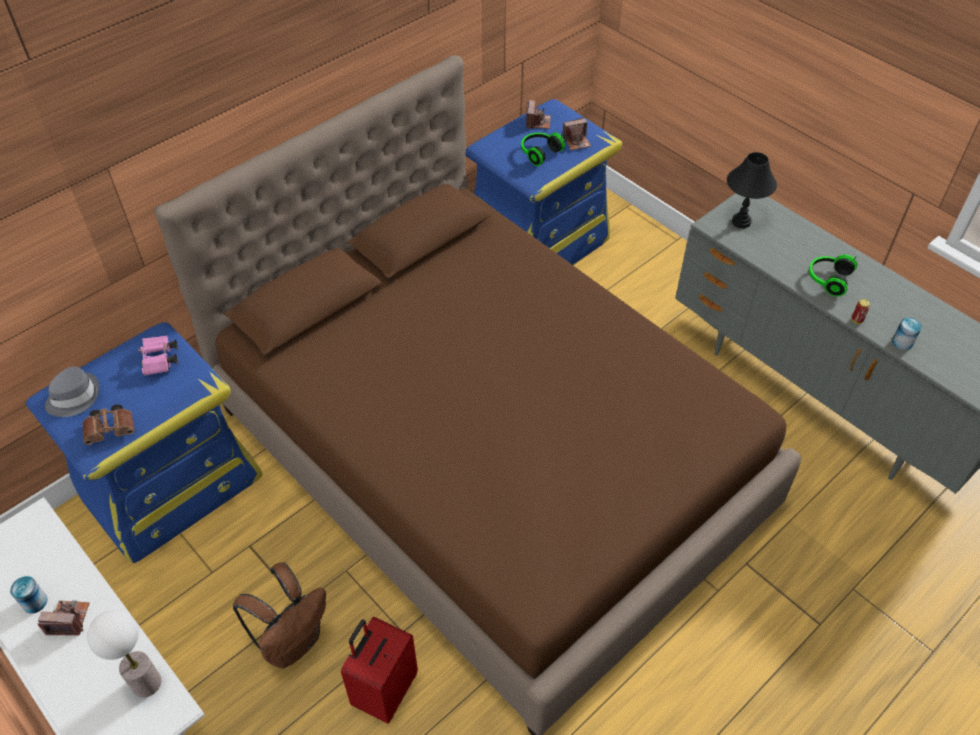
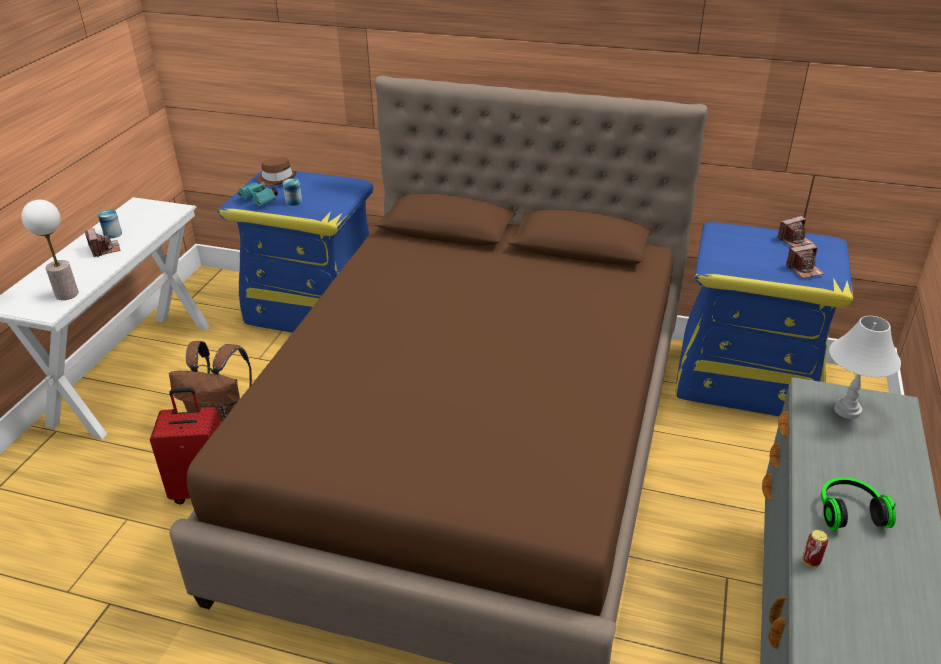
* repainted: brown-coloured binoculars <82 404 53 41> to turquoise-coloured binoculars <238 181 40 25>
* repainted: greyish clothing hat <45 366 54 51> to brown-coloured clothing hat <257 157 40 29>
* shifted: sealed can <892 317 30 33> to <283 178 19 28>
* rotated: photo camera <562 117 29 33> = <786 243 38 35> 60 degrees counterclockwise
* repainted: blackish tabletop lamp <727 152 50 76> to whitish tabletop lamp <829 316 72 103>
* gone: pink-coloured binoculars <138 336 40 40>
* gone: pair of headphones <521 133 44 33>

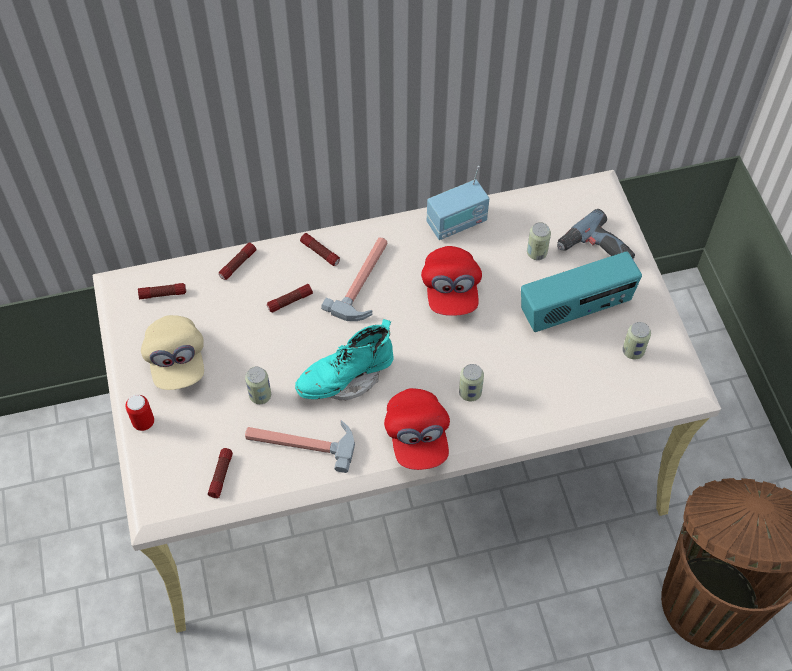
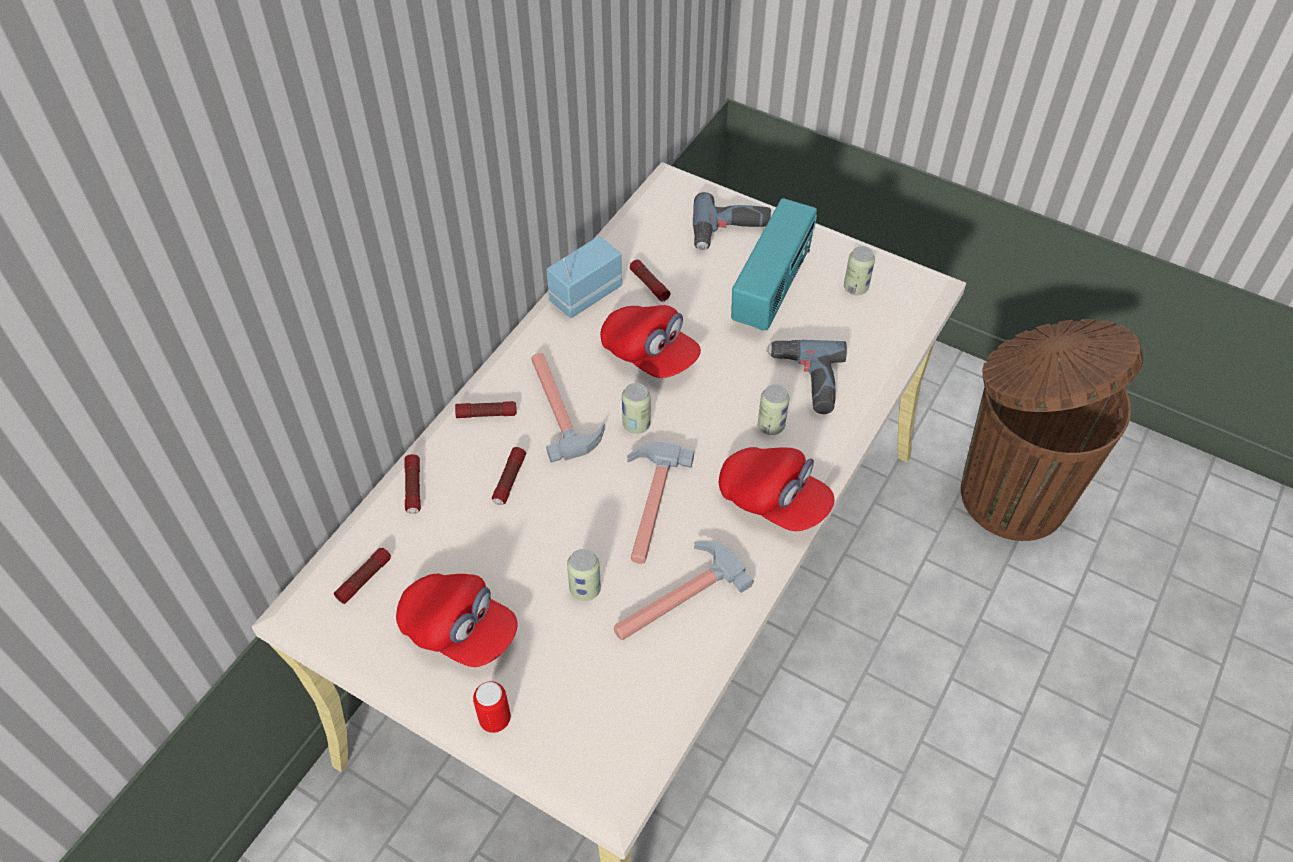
* repainted: sand-coloured cap <141 315 63 75> to red-coloured cap <396 574 121 93>
* rotated: radio <427 166 62 74> = <546 236 76 82> 150 degrees counterclockwise
* shifted: sealed can <527 222 24 38> to <622 383 29 51>
* swapped: turquoise-coloured high-top boot <295 319 98 81> to tool hammer <627 442 67 122>
* shifted: hand torch <208 448 25 50> to <630 260 41 42>
* new: power drill <766 340 81 74>

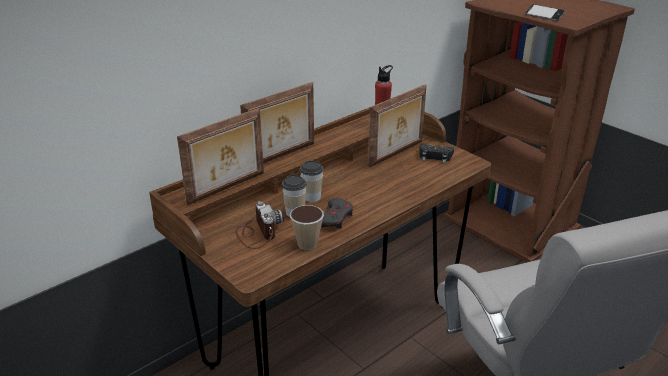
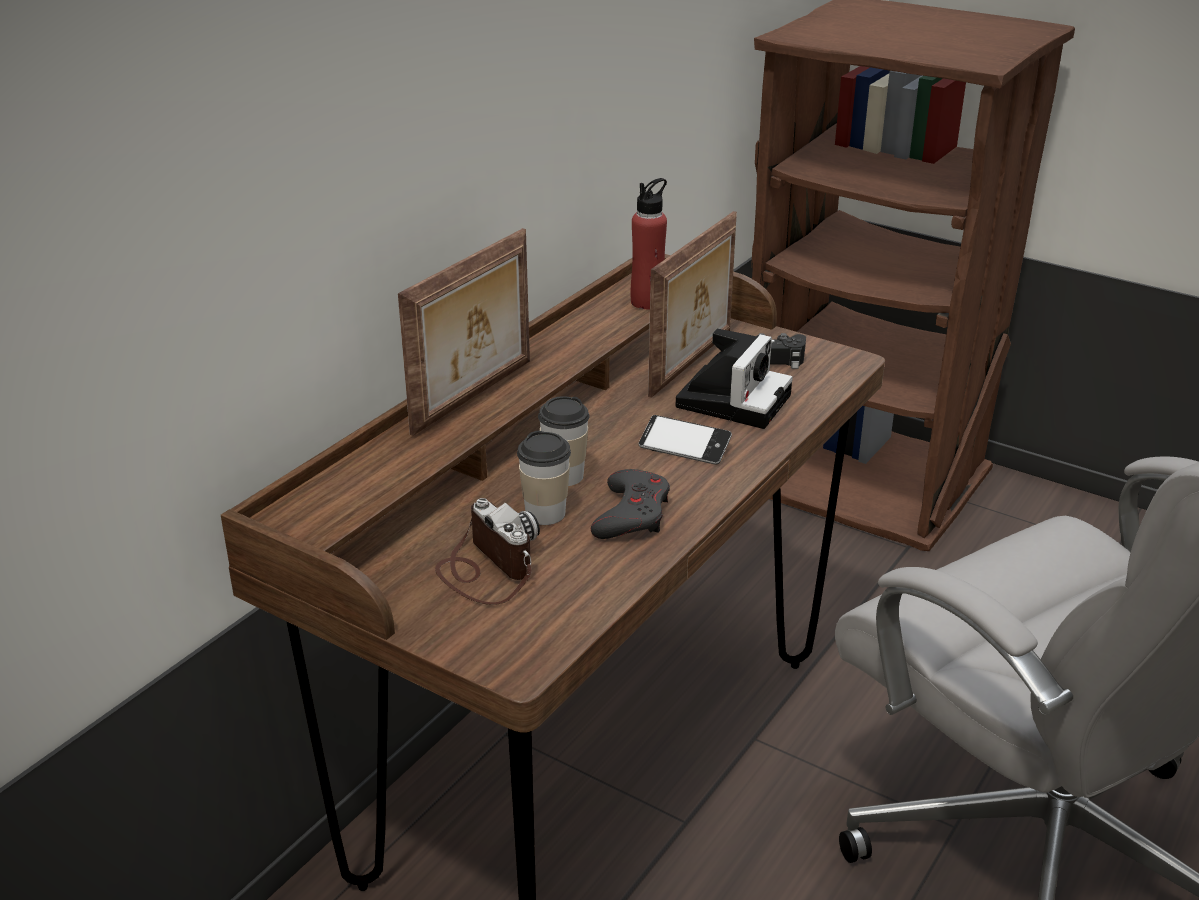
* shifted: handset <525 4 40 17> to <639 415 93 50>
* new: photo camera <676 329 117 100>
* gone: photo frame <177 108 87 97>
* gone: small cup <290 205 34 45>

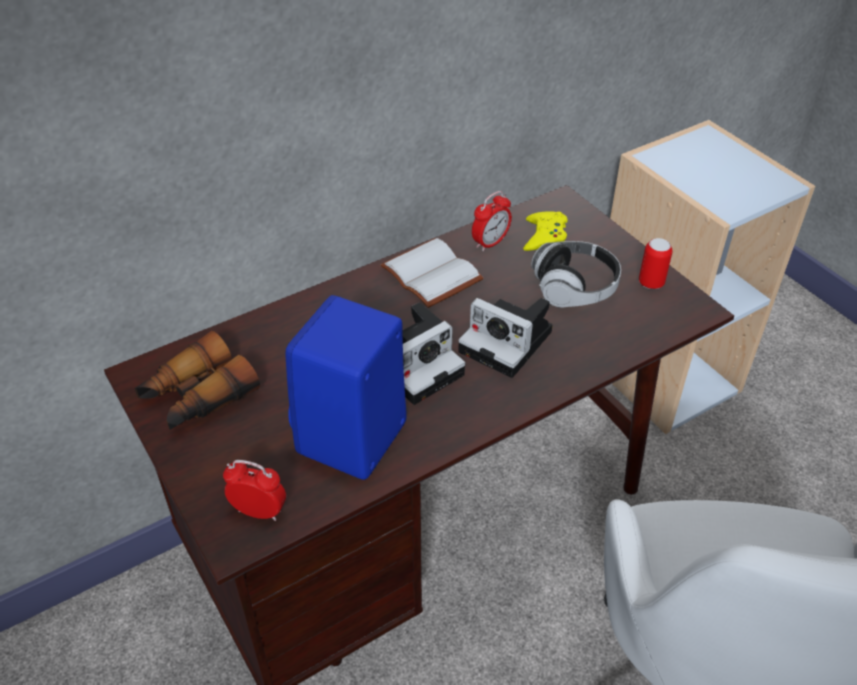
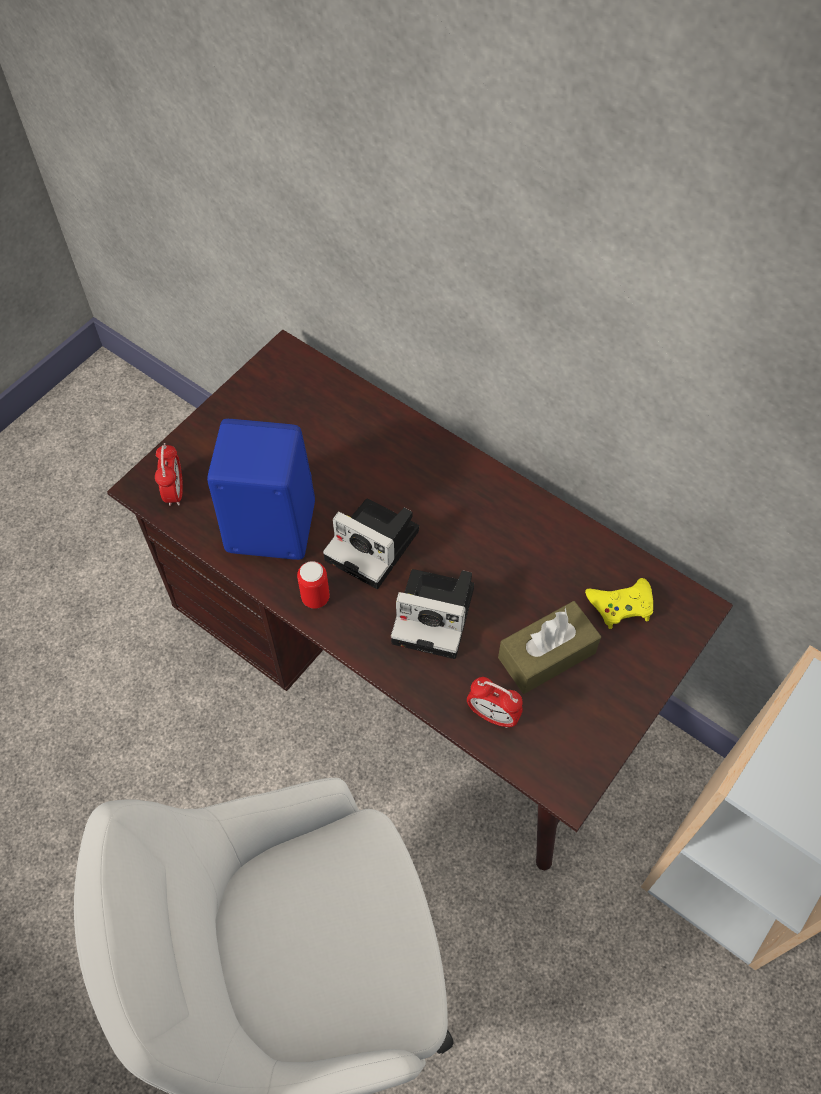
* shifted: sealed can <639 238 34 51> to <297 561 33 48>
* rotated: photo camera <458 298 95 80> = <391 569 83 90> 90 degrees counterclockwise
* shifted: table clock <472 191 40 61> to <467 677 56 51>
* swapped: pair of headphones <531 241 90 67> to brown-coloured box of tissues <498 601 103 93>
* gone: binoculars <134 331 126 99>
* gone: whitish book <380 238 104 70>

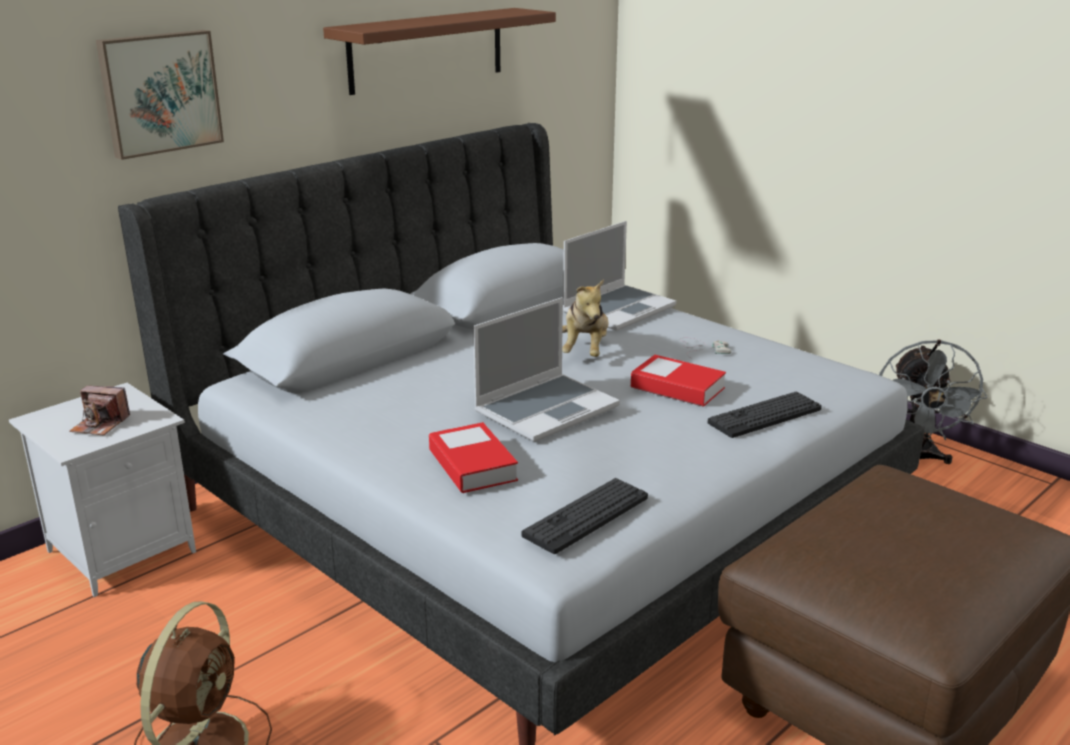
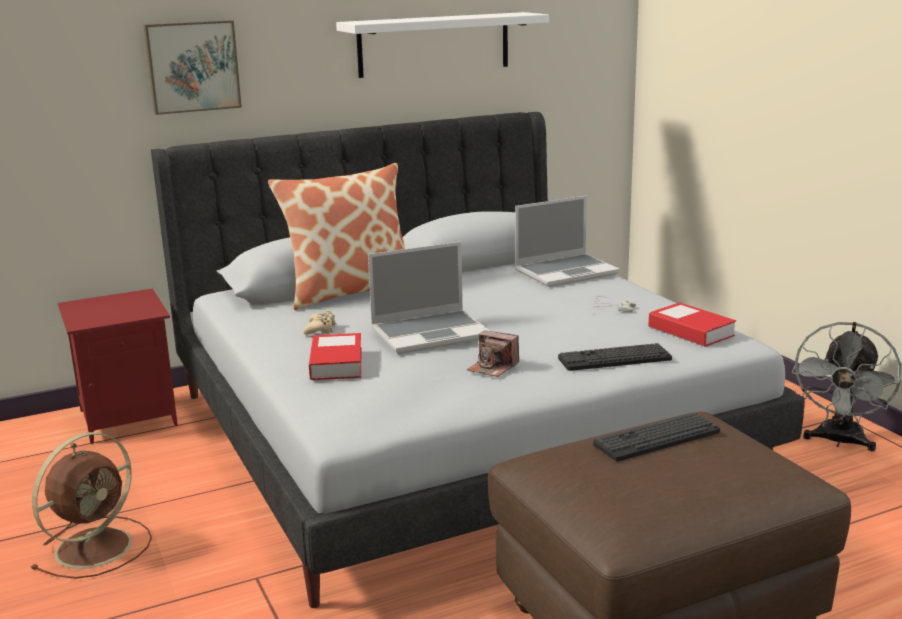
* repainted: greyish night table <9 383 187 214> to red-coloured night table <58 289 120 155>
* new: pillow <268 163 137 147>
* new: sand-coloured game controller <303 310 33 25>
* repainted: brown-coloured wall shelf <323 8 233 87> to whitish wall shelf <336 12 213 66>
* shifted: photo camera <70 386 60 49> to <467 330 52 47>
* shifted: PC keyboard <522 478 126 76> to <593 412 127 49>
* shifted: book <631 355 95 52> to <648 302 88 45>
* gone: plush toy <562 279 47 78>

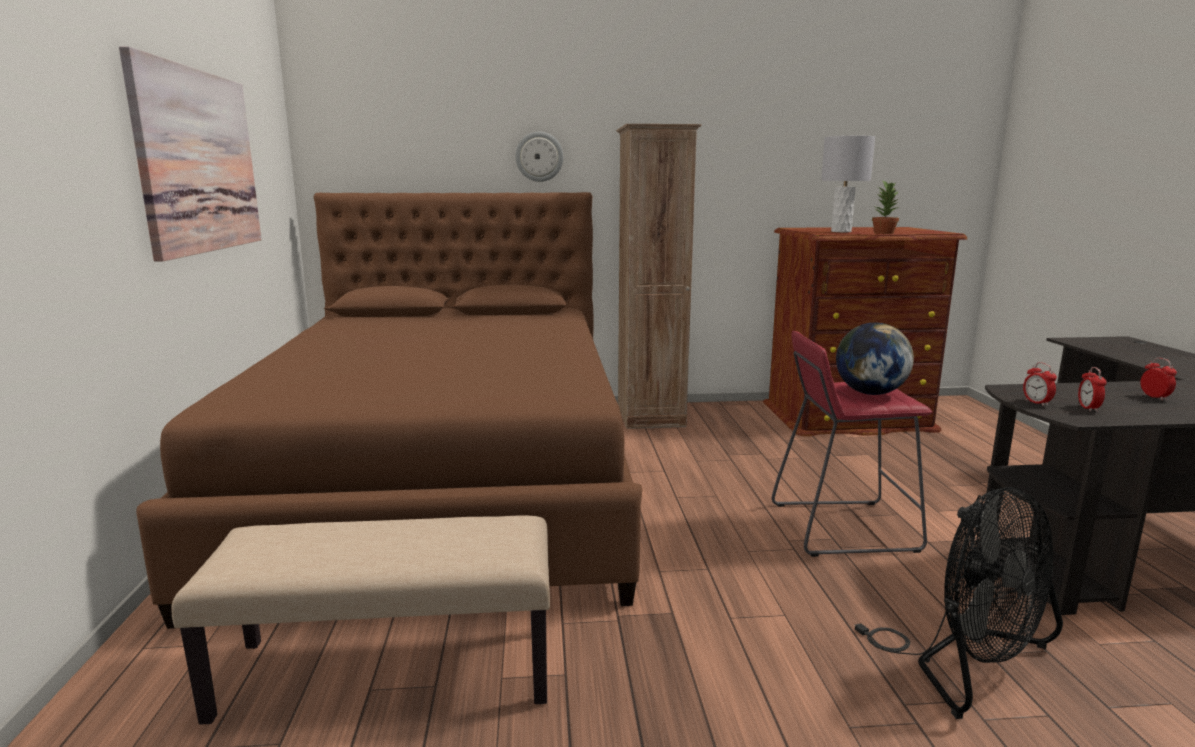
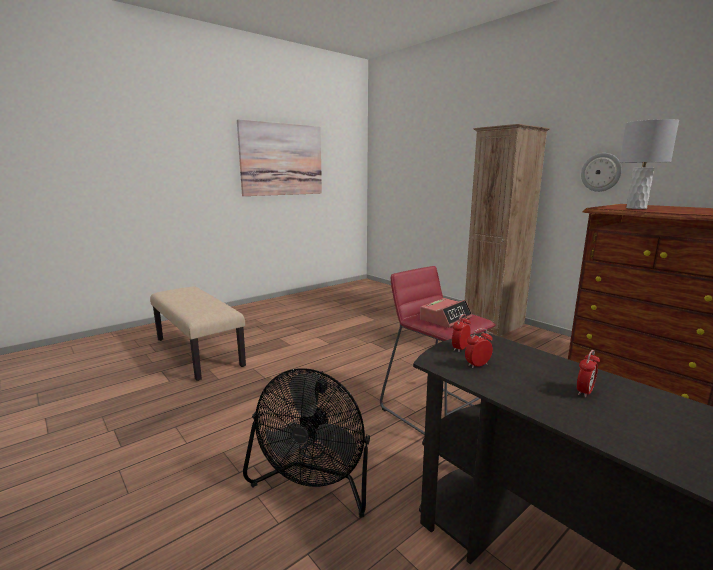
* swapped: desk globe <836 322 78 73> to table clock <420 298 52 30>
* shifted: hanging clock <515 132 48 50> to <581 153 41 39>
* gone: brown-coloured bed <136 192 506 437>
* gone: potted plant <872 181 27 53>

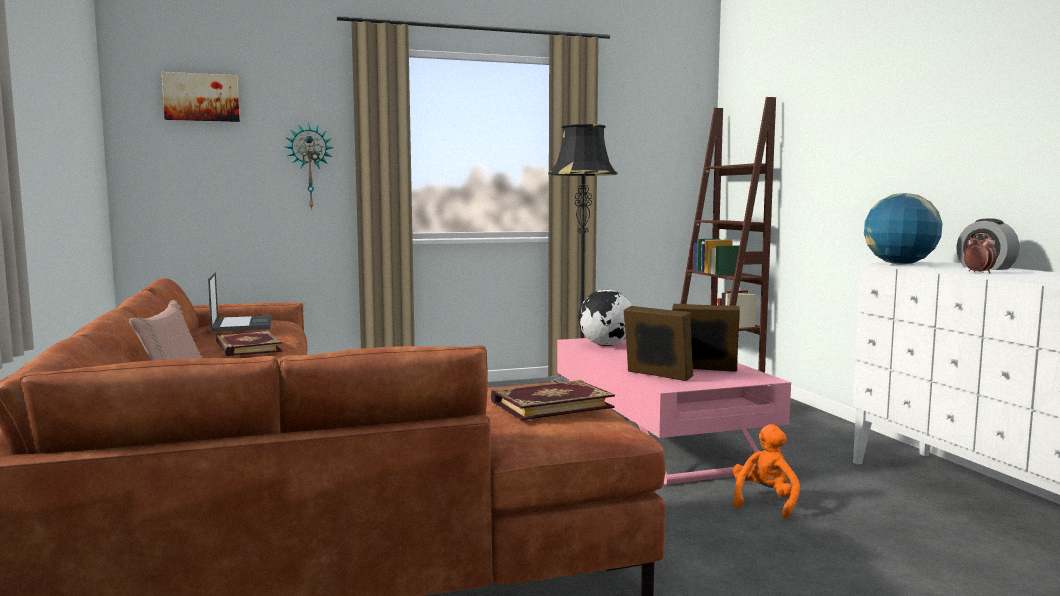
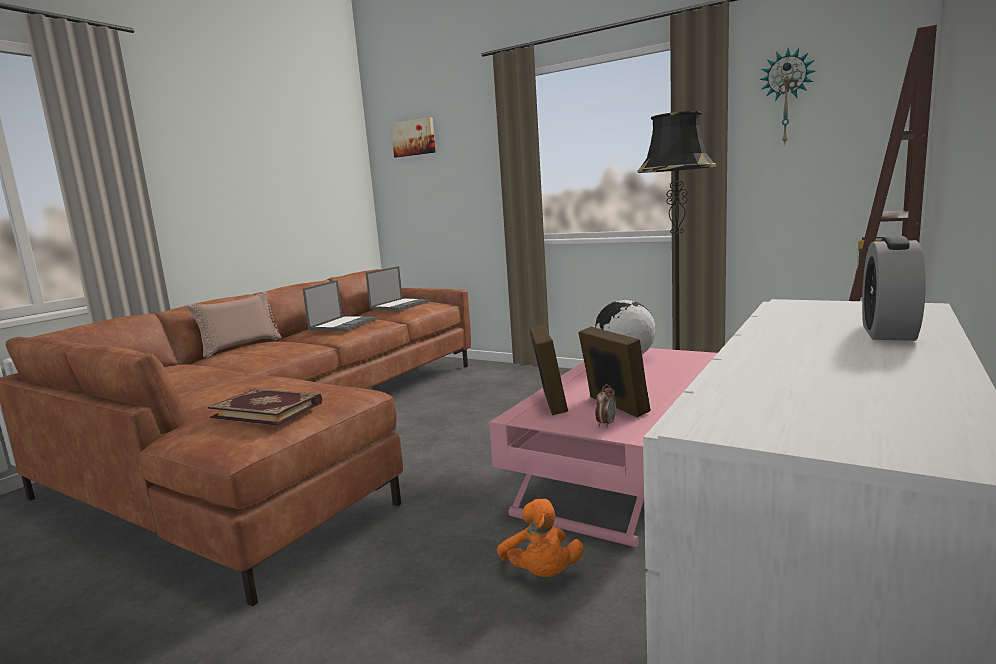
* swapped: book <216 331 67 25> to portable computer <303 280 74 51>
* rotated: orangey plush toy <733 424 67 95> = <497 499 87 78> 90 degrees clockwise
* shifted: table clock <964 233 33 41> to <595 384 21 44>
* shifted: hanging clock <285 123 48 87> to <759 48 56 97>
* gone: desk globe <864 193 79 72>

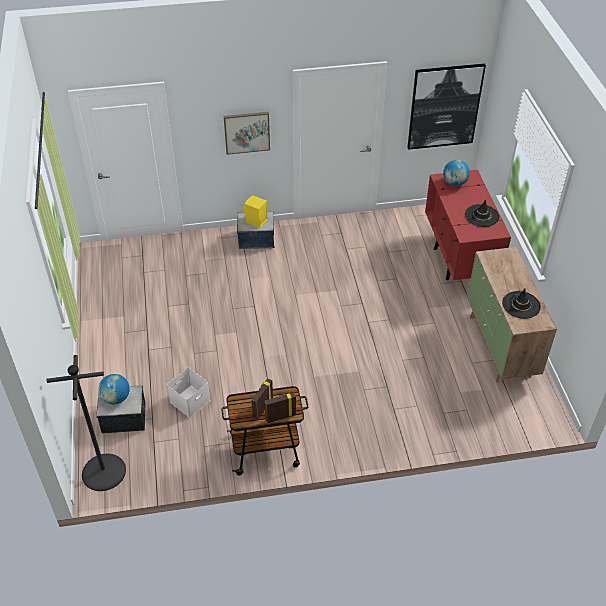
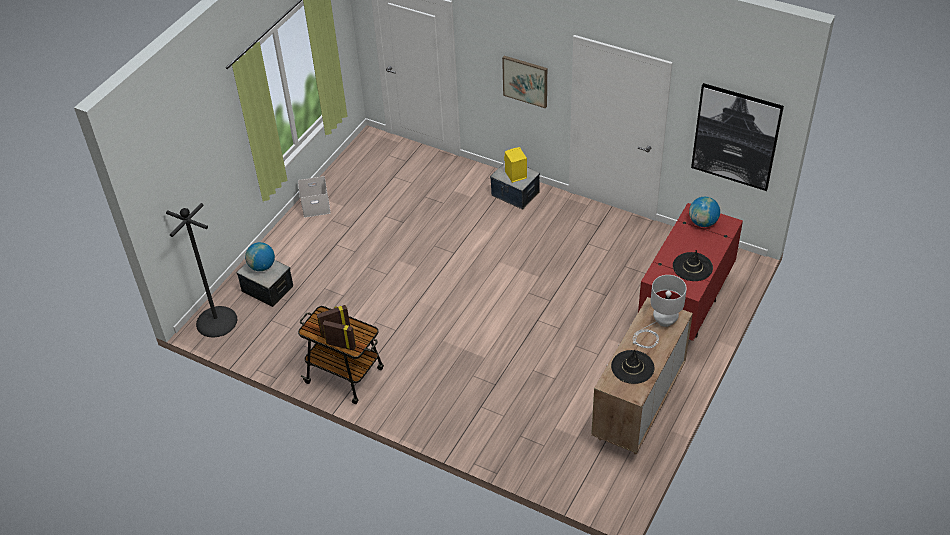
* shifted: whitish storage bin <167 367 43 51> to <298 176 33 42>
* new: whitish tabletop lamp <633 275 54 73>

